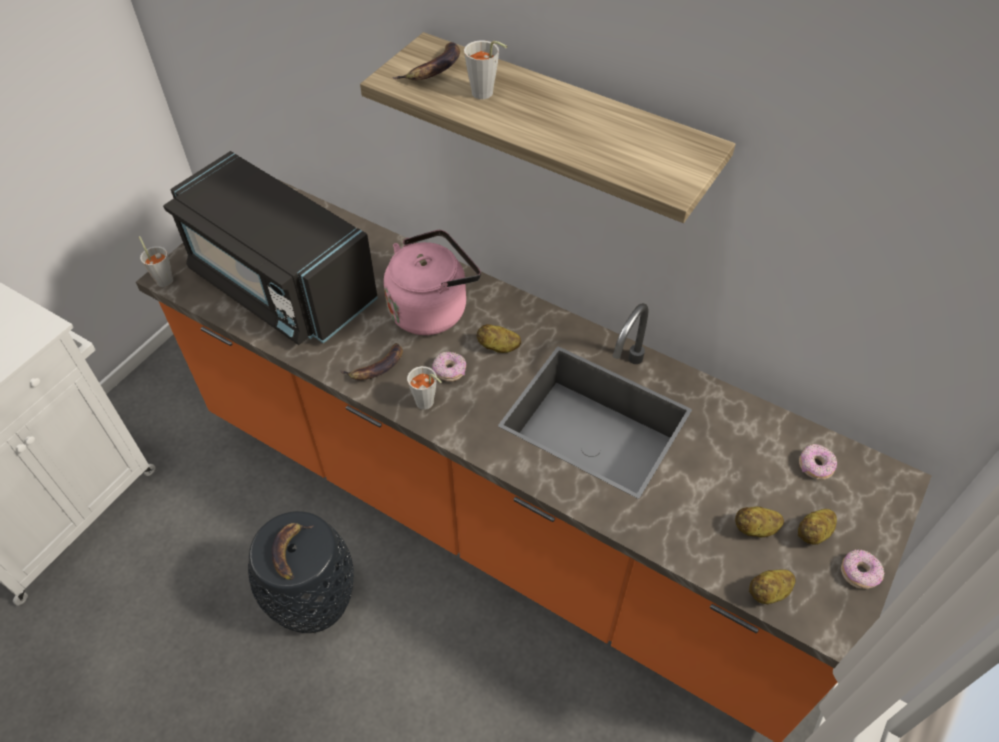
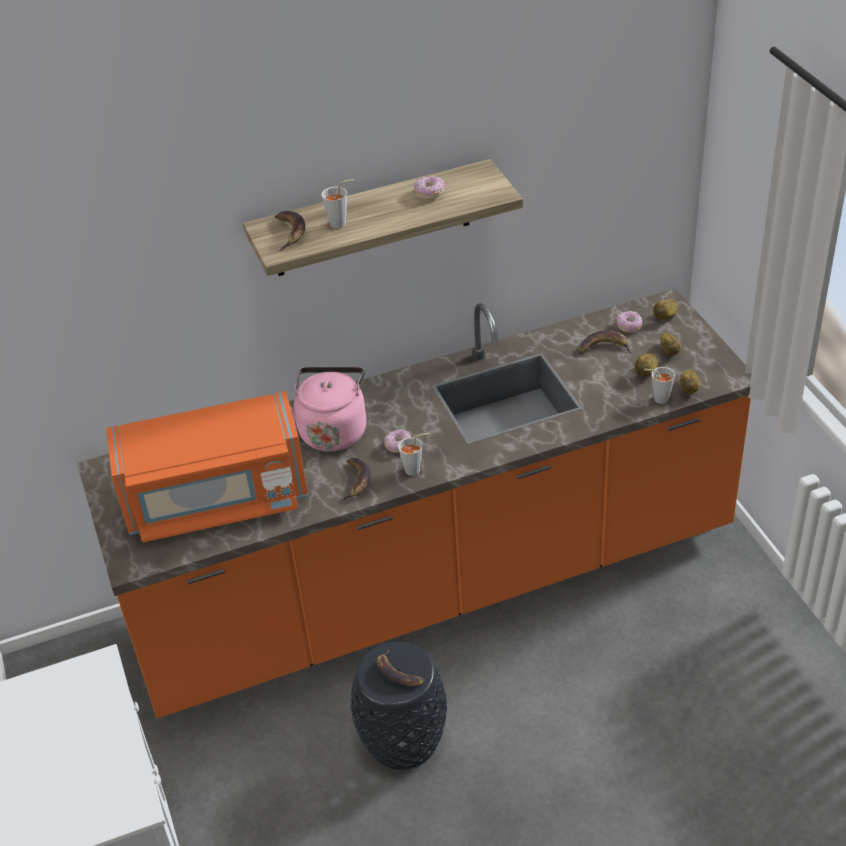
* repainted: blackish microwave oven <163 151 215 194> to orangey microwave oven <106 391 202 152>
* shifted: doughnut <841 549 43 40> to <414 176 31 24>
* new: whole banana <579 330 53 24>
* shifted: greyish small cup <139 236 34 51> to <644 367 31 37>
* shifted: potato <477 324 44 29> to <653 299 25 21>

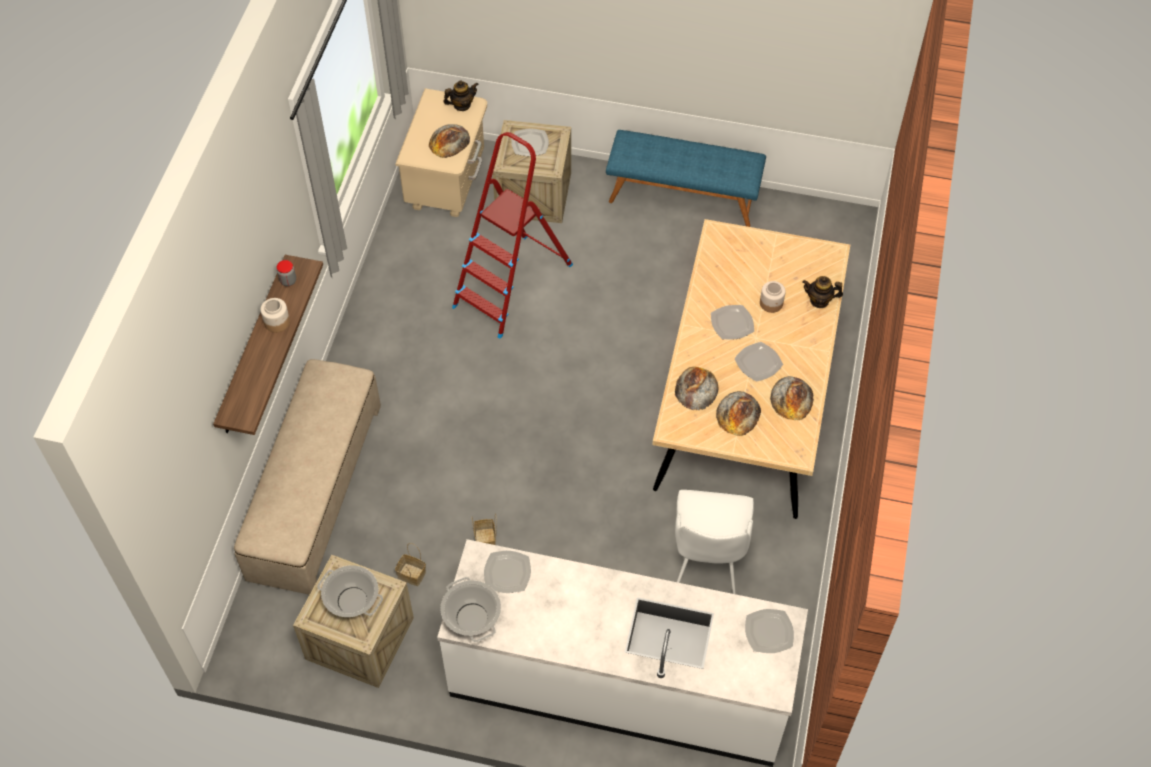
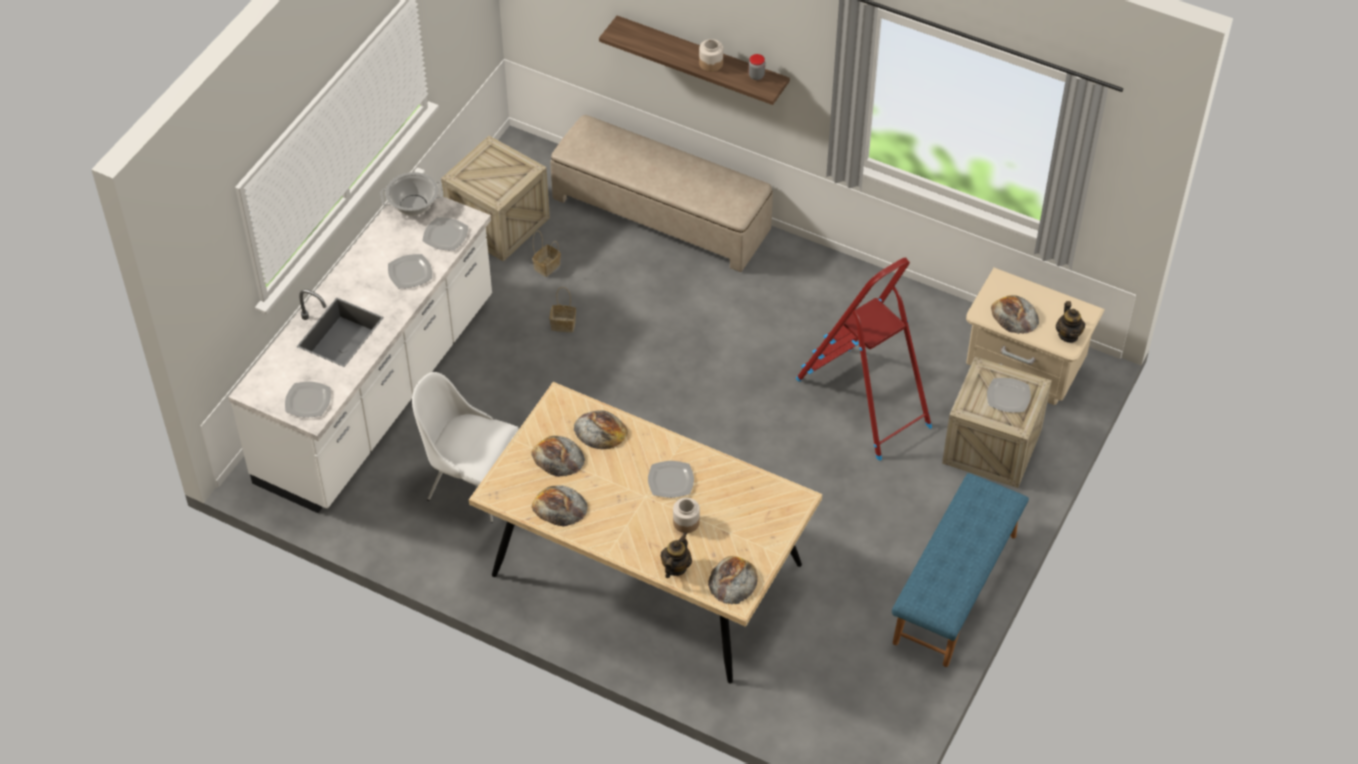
* shifted: flat dish <734 342 49 40> to <388 254 44 34>
* new: bakery bread <708 556 50 48>
* gone: saucepot <317 565 66 52>

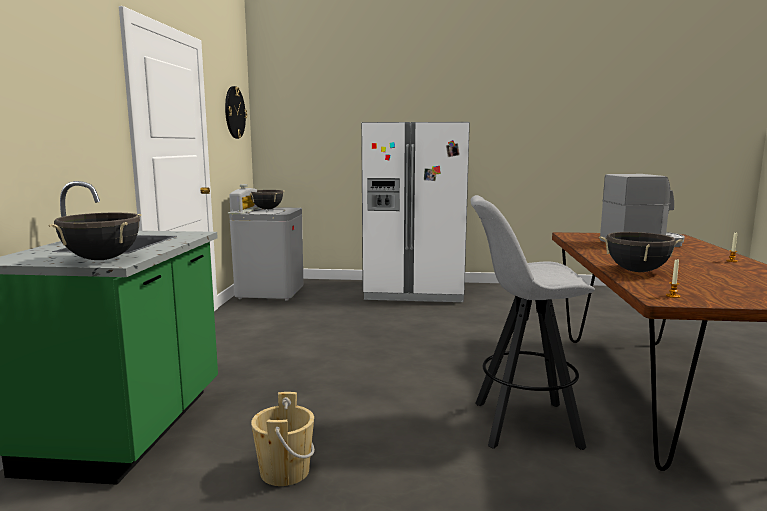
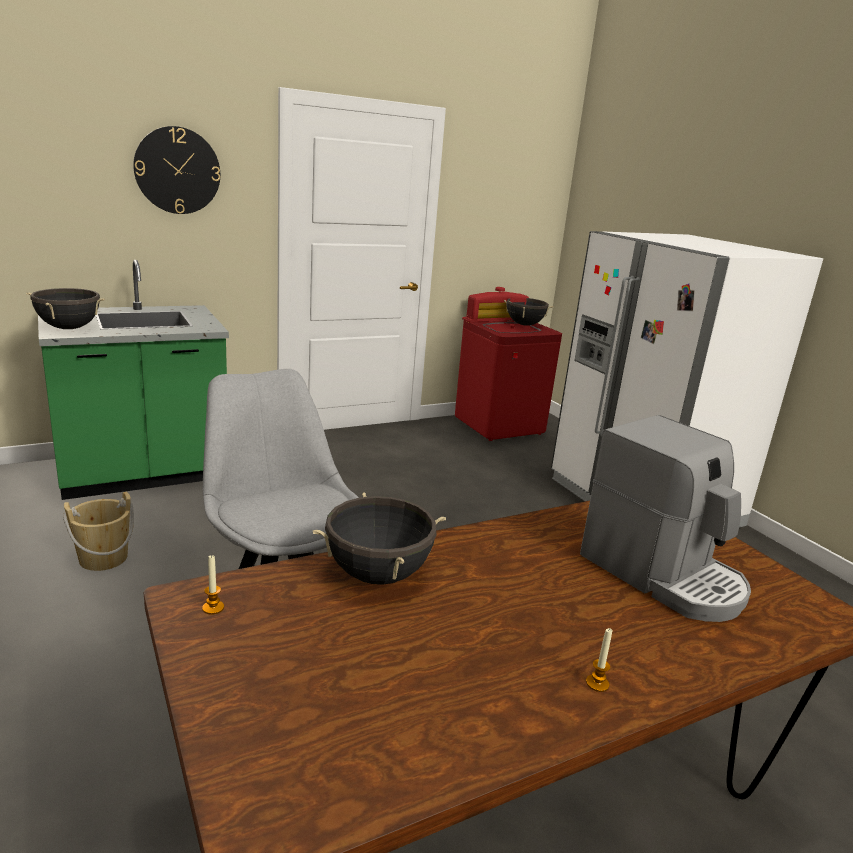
* shifted: hanging clock <225 86 22 53> to <133 126 87 88>
* repainted: greyish laundry machine <228 184 76 117> to red-coloured laundry machine <455 287 107 154>

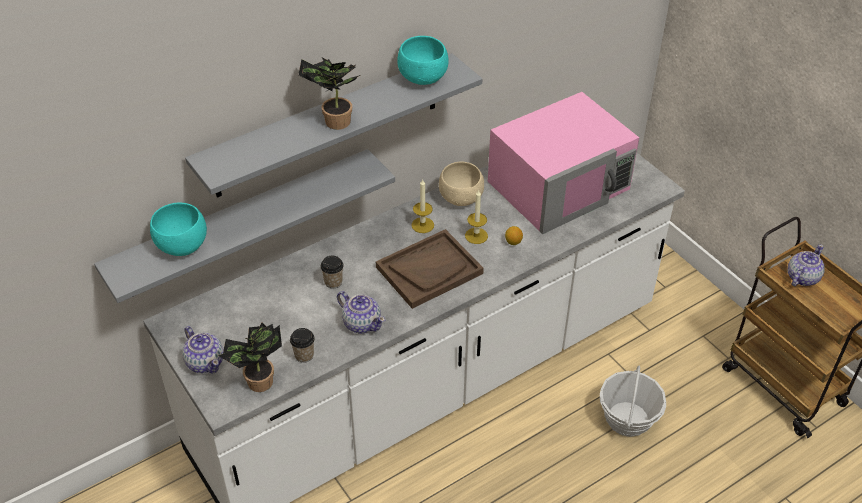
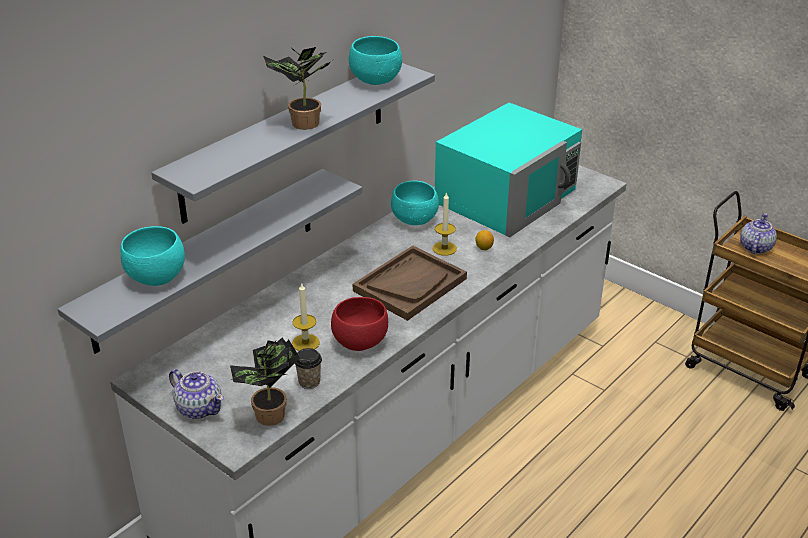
* shifted: wax light <412 180 22 53> to <292 284 28 67>
* swapped: tea pot <337 291 48 43> to red-coloured bowl <331 297 57 54>
* repainted: sand-coloured bowl <439 162 45 44> to turquoise-coloured bowl <391 181 48 44>
* repainted: pink-coloured microwave oven <488 92 151 142> to turquoise-coloured microwave oven <435 103 147 134>
* gone: small cup <320 256 24 33>
* gone: basket <600 366 66 71>

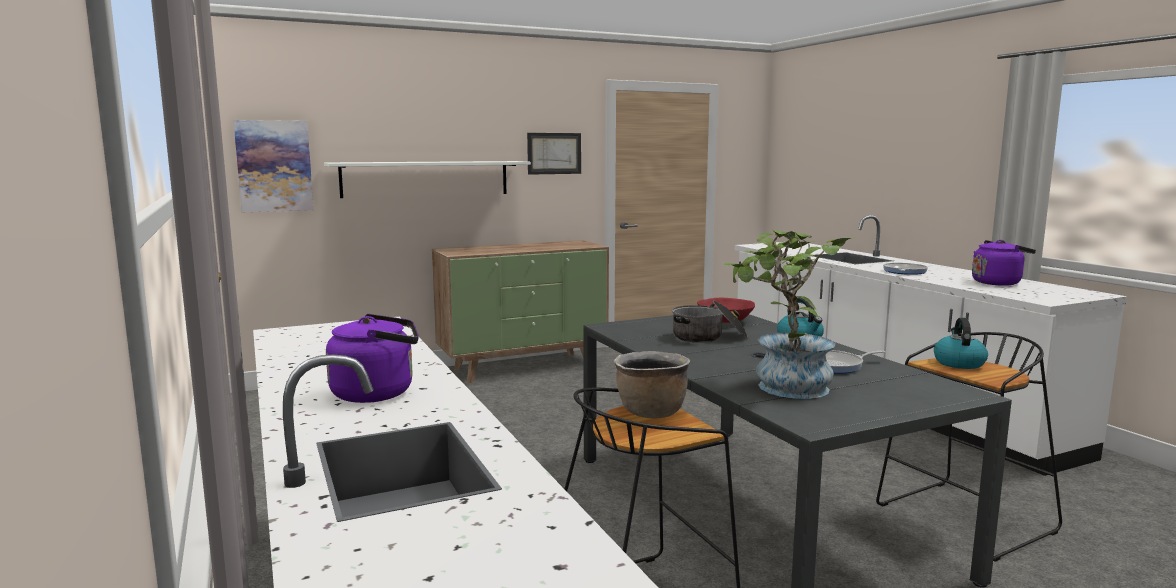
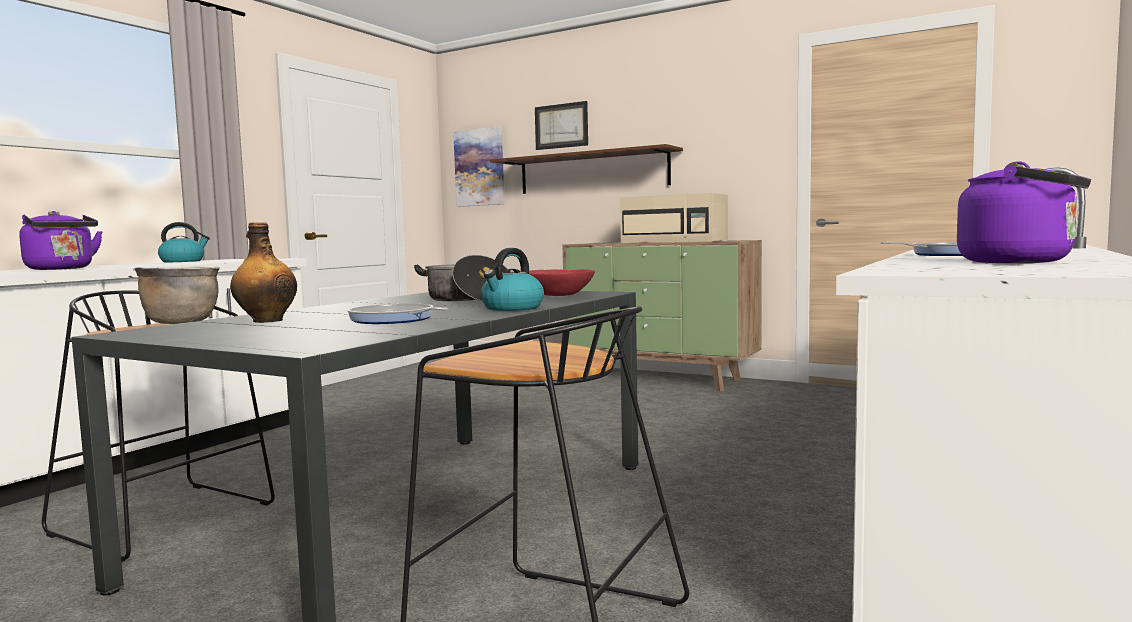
* shifted: water kettle <934 318 54 51> to <158 222 52 40>
* swapped: potted plant <723 229 133 170> to bottle <230 222 67 101>
* repainted: whitish wall shelf <324 161 207 37> to brown-coloured wall shelf <490 144 193 50>
* shifted: picture <527 133 54 42> to <535 101 53 49>
* new: sand-coloured microwave oven <620 193 108 50>

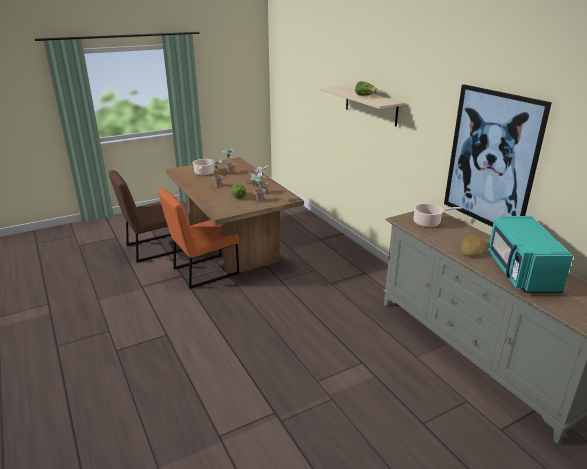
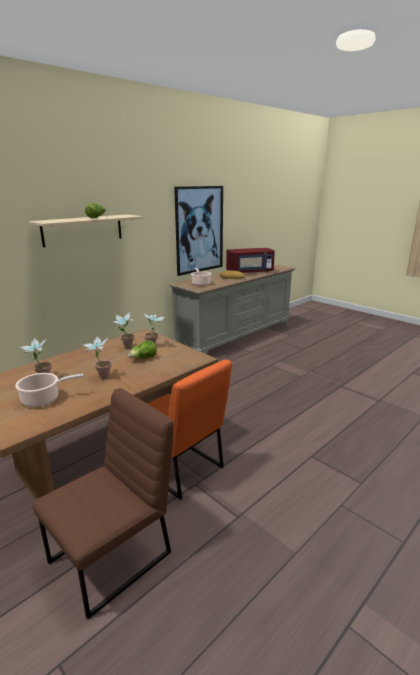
* rotated: brown-coloured upright chair <109 170 74 92> = <32 388 142 231> 90 degrees counterclockwise
* repainted: turquoise-coloured microwave oven <488 216 85 77> to red-coloured microwave oven <226 248 49 25>

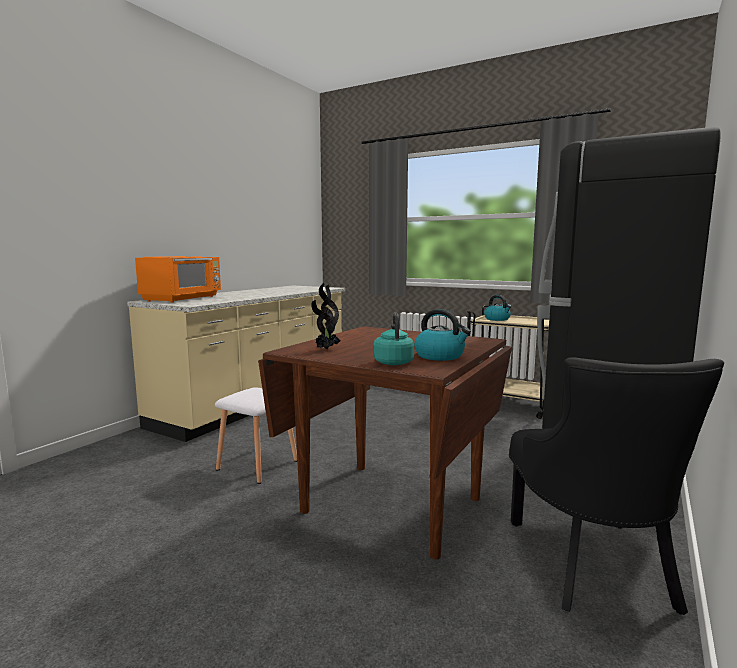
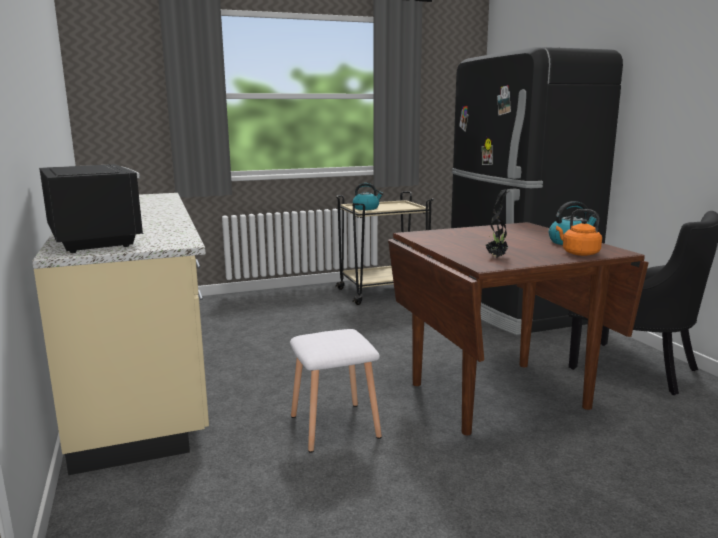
* repainted: orangey microwave oven <135 256 86 47> to blackish microwave oven <39 164 105 89>
* repainted: turquoise-coloured water kettle <373 313 41 52> to orangey water kettle <556 209 46 47>

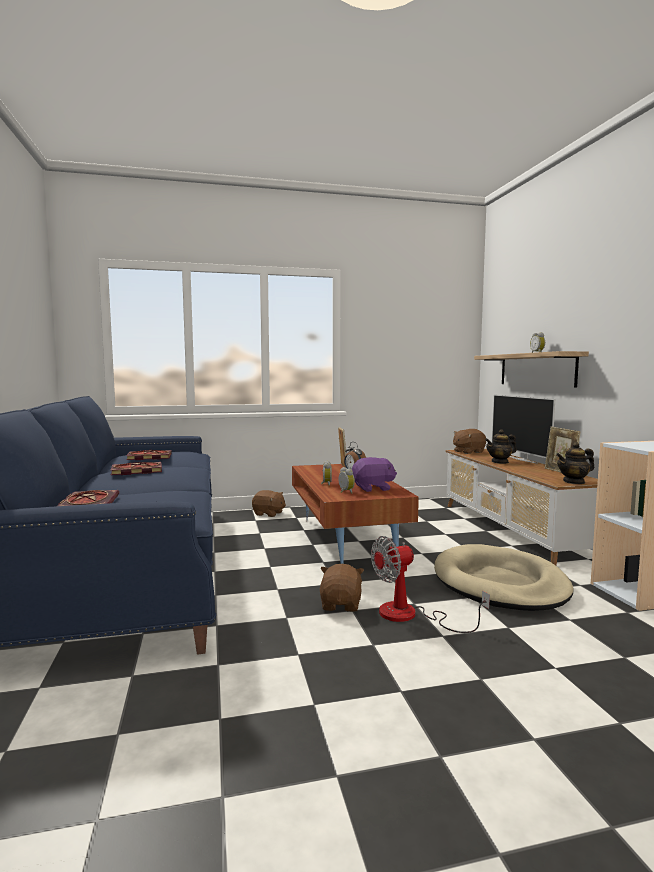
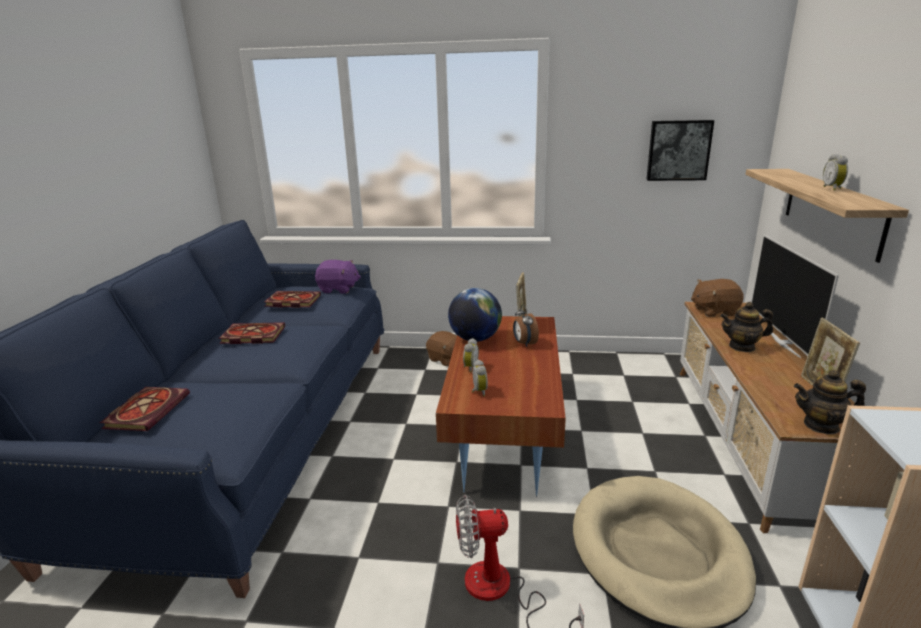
* shifted: purple-coloured plush toy <352 457 45 35> to <315 260 46 34>
* new: desk globe <448 288 54 54>
* new: picture <646 120 68 61>
* gone: brown-coloured plush toy <320 564 44 48>

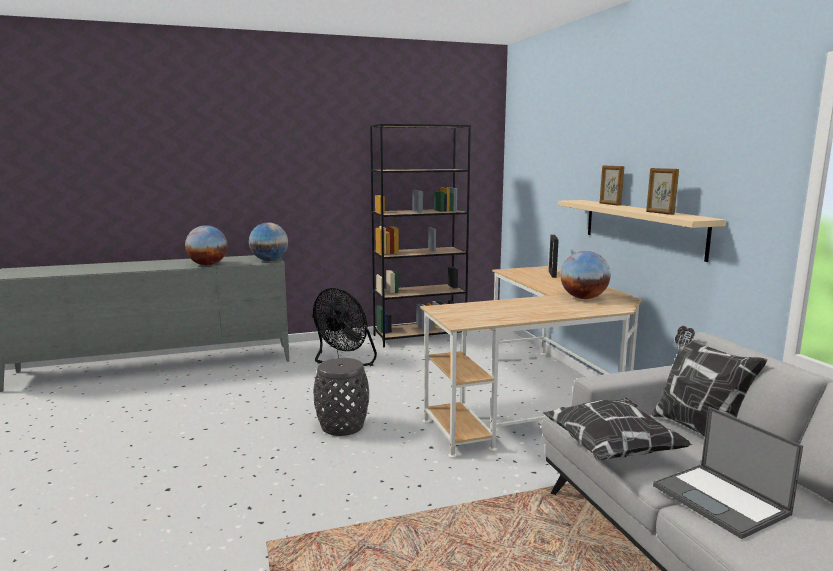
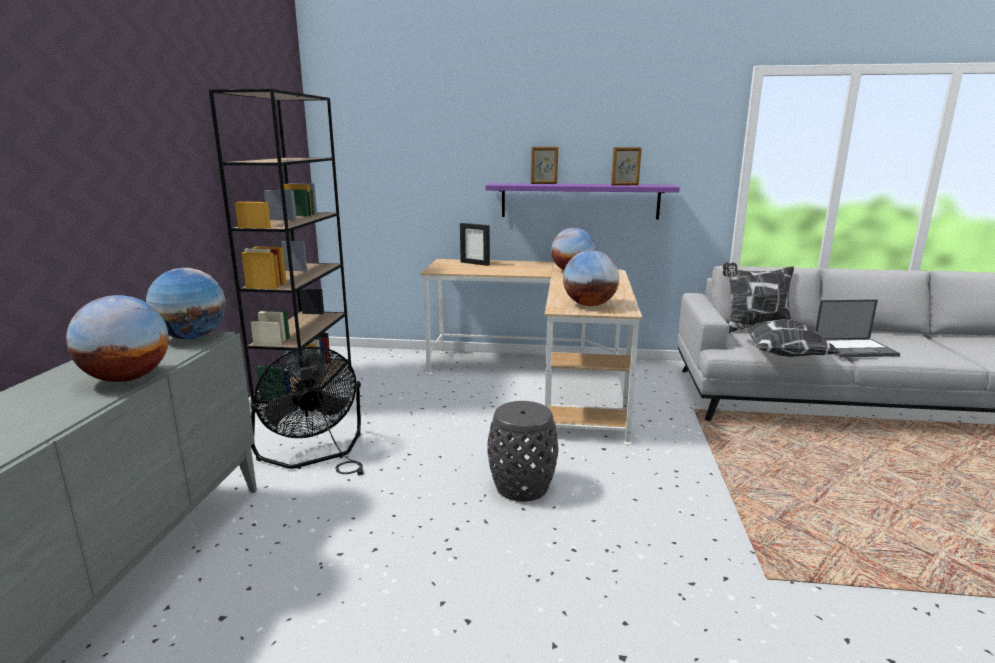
* repainted: sand-coloured wall shelf <558 200 168 62> to purple-coloured wall shelf <486 183 194 36>
* new: desk globe <563 250 56 56>

